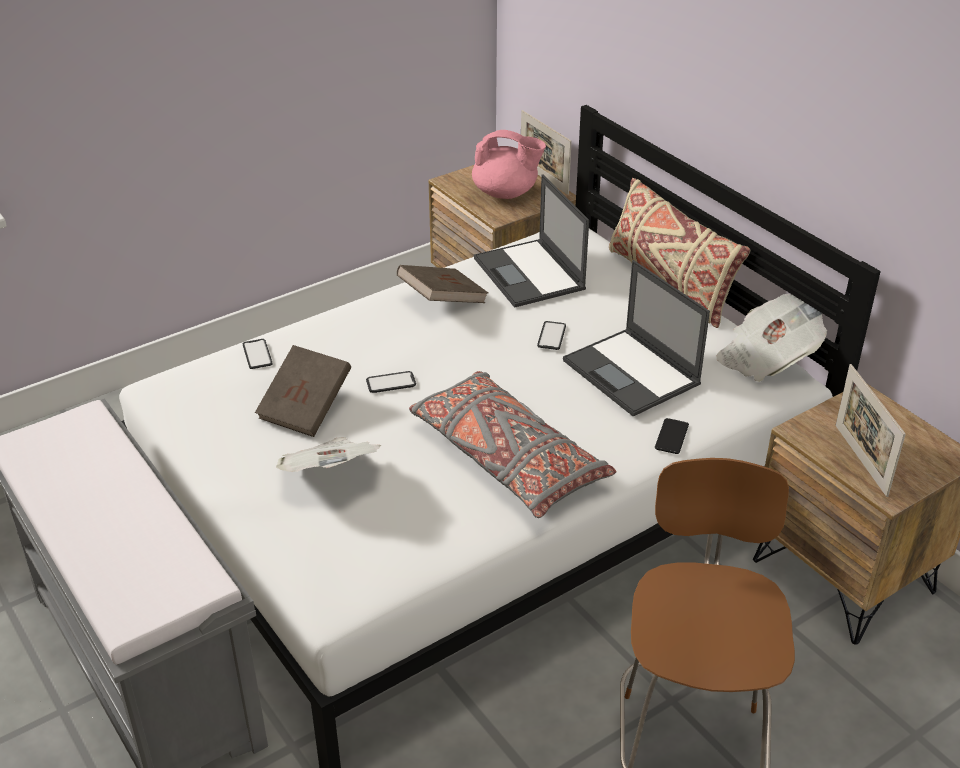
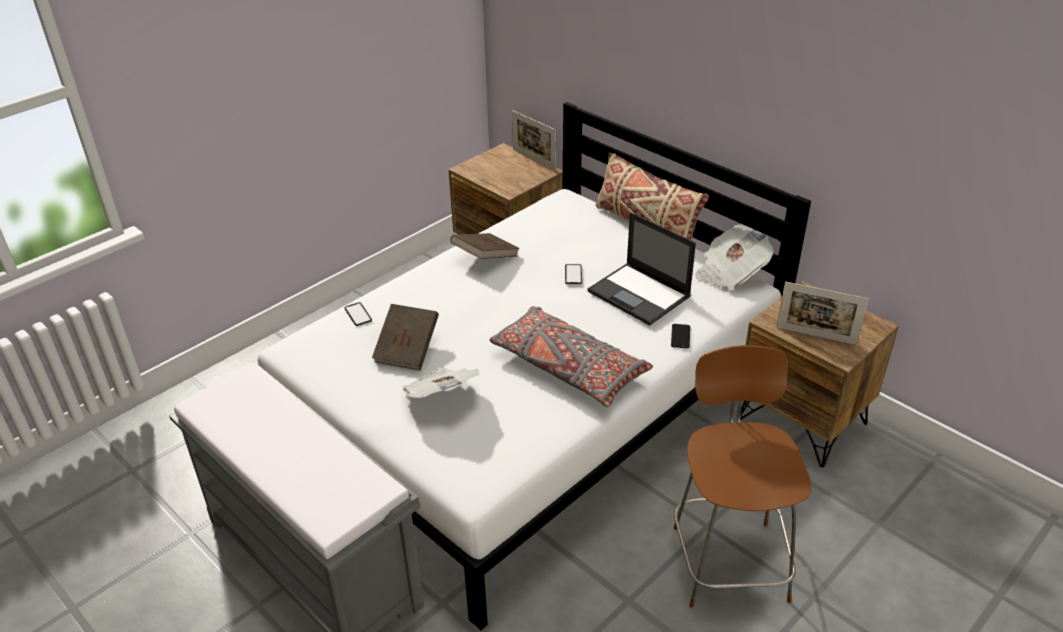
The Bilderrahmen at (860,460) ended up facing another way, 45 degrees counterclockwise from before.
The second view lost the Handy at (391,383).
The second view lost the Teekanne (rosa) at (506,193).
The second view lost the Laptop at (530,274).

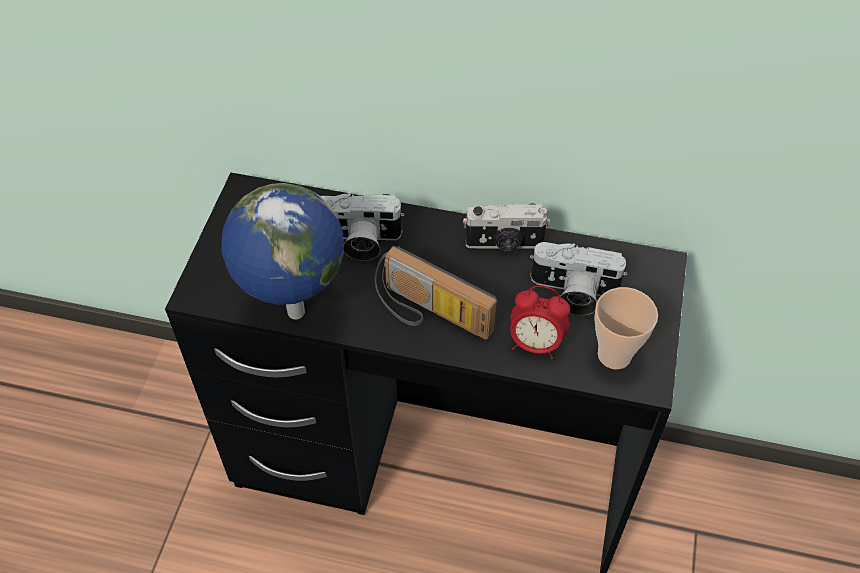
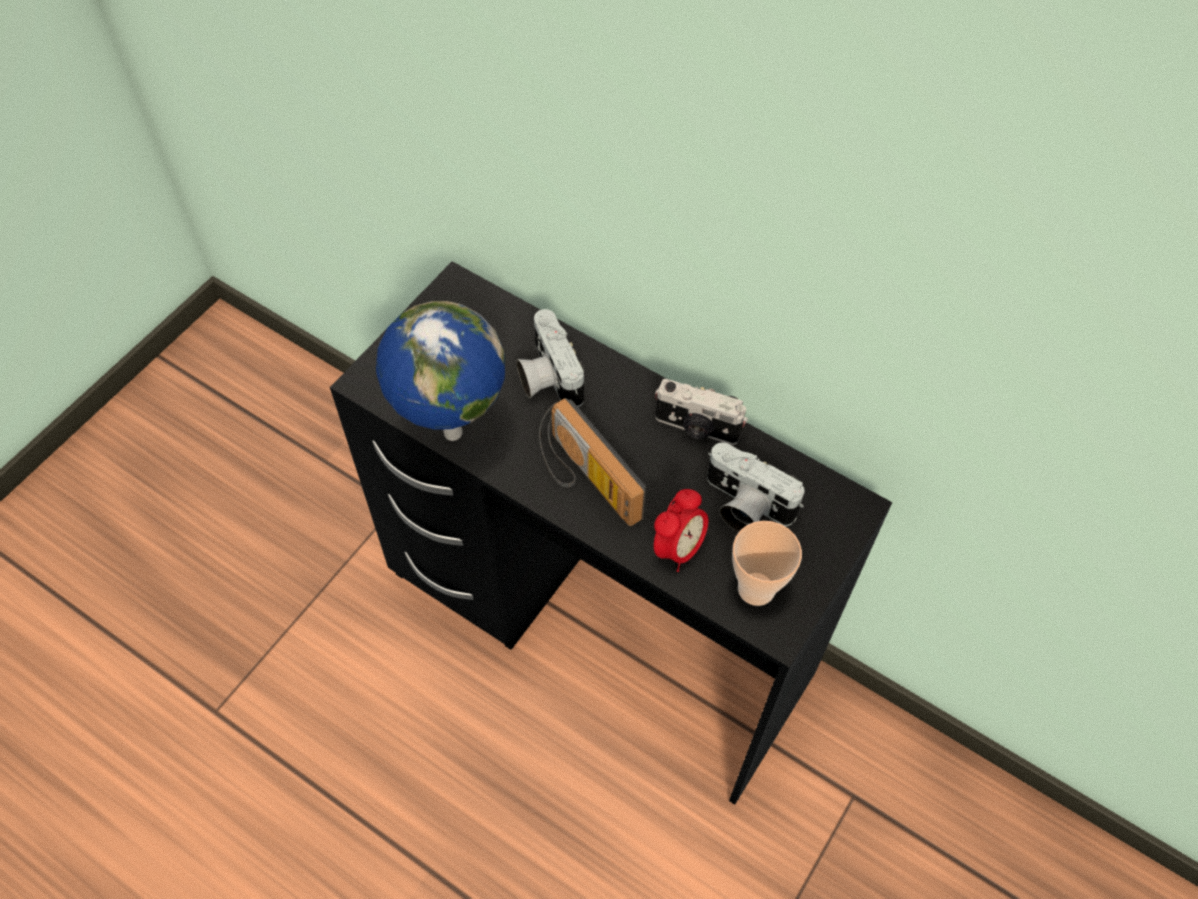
The Kamera at (358,241) ended up facing another way, 45 degrees clockwise from before.
The Wecker at (535,344) ended up facing another way, 90 degrees counterclockwise from before.

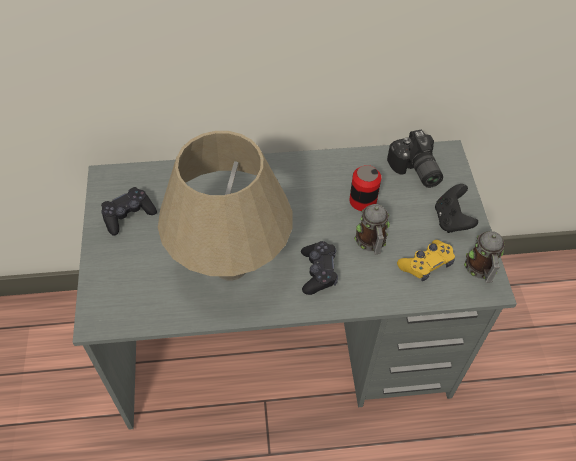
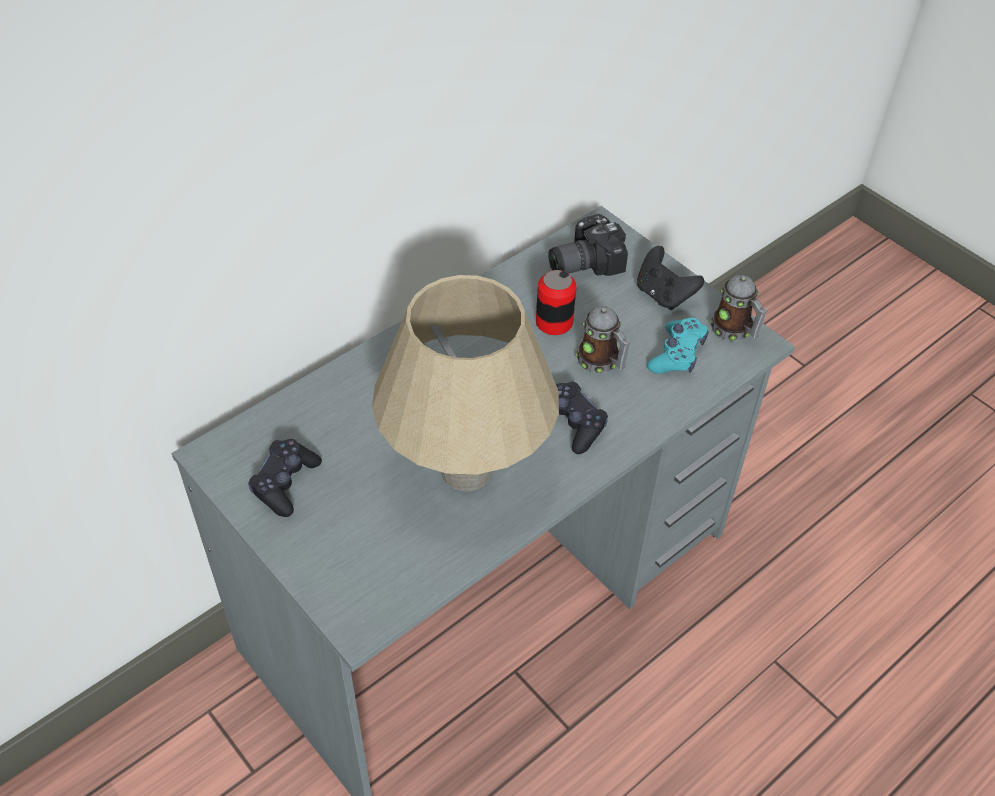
The Kamera at (415,171) ended up facing another way, 120 degrees clockwise from before.
What was the Gamepad (gelb) at (426,264) turned into the Gamepad (türkis) at (677,354).

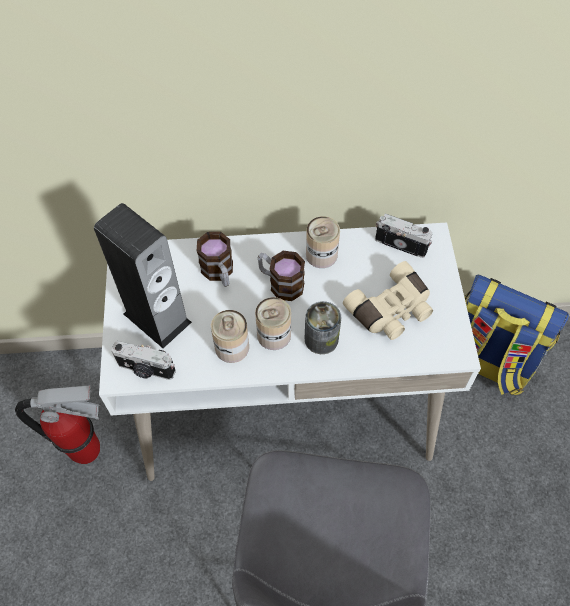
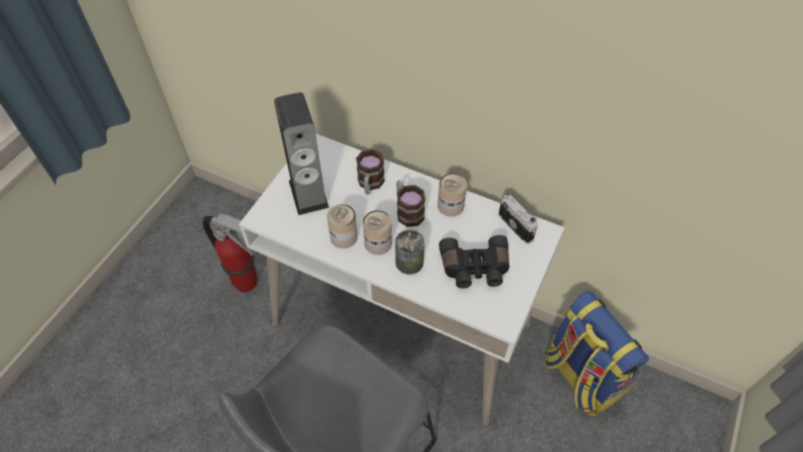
What was the Fernglas (beige) at (391,311) turned into the Fernglas (schwarz) at (474,269).
The second view lost the Kamera at (146,369).

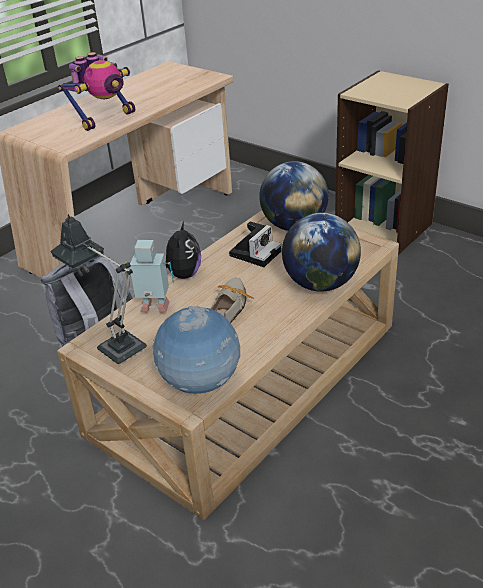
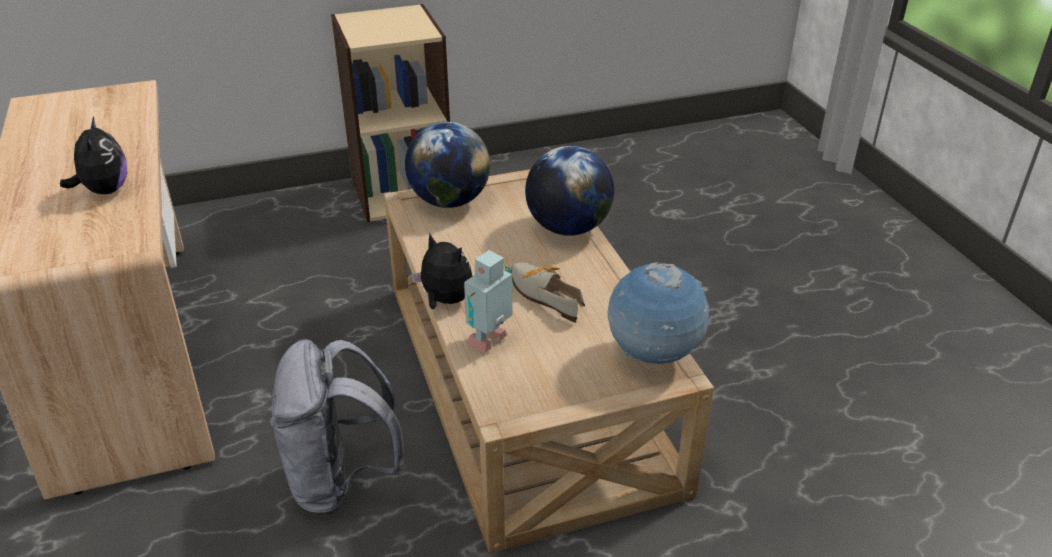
Where the Spielzeugroboter stood at (105,119), the Plüschtier came to stand at (104,191).
The second view lost the Tischlampe at (115,344).
The second view lost the Kamera at (255,252).

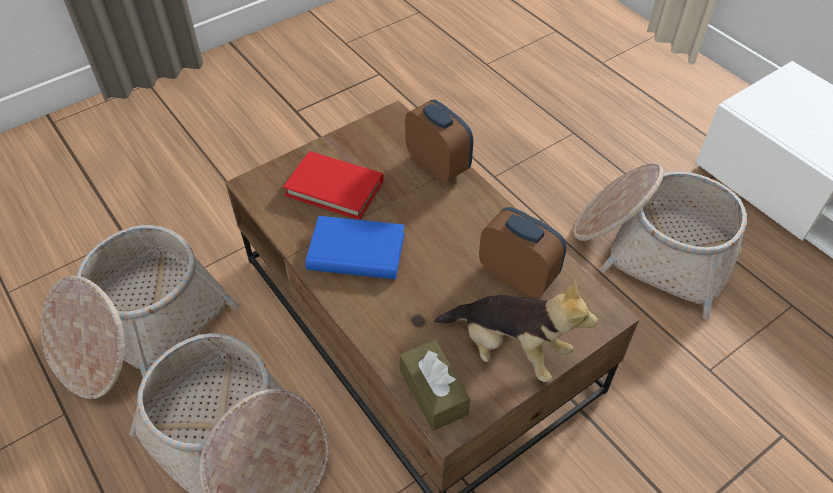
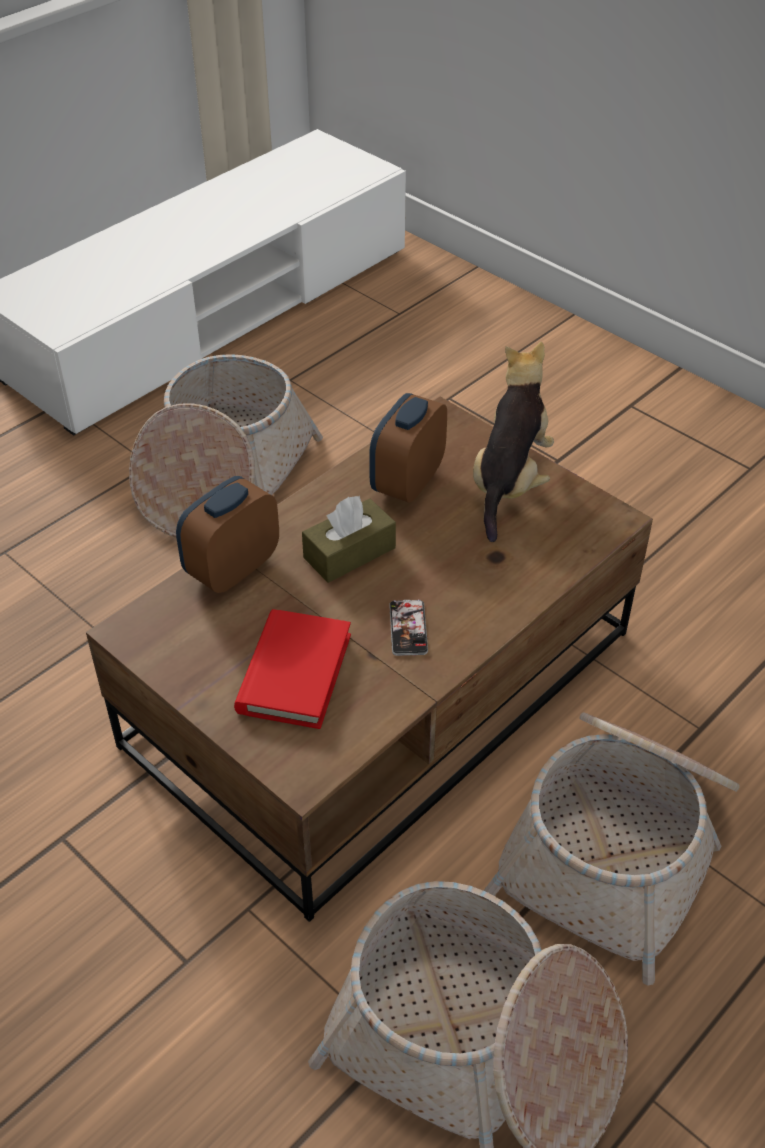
The Taschentuchbox (braun) ended up elsewhere, having gone from (433,392) to (349,553).
Where the Buch (blau) stood at (356,252), the Handy came to stand at (408,628).

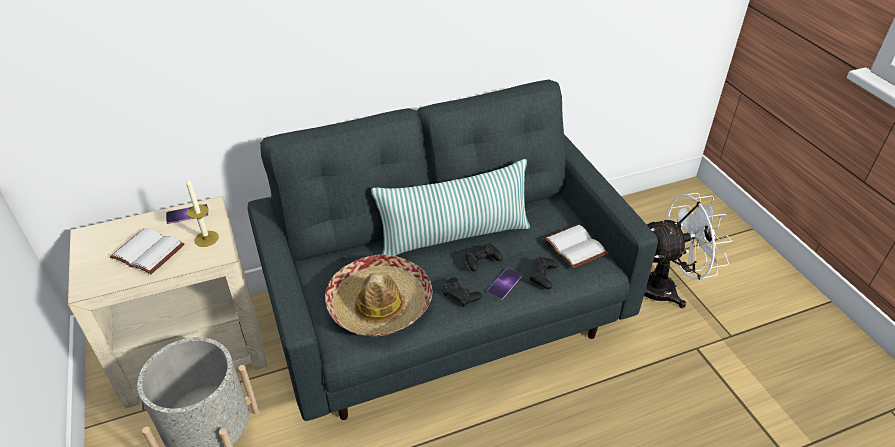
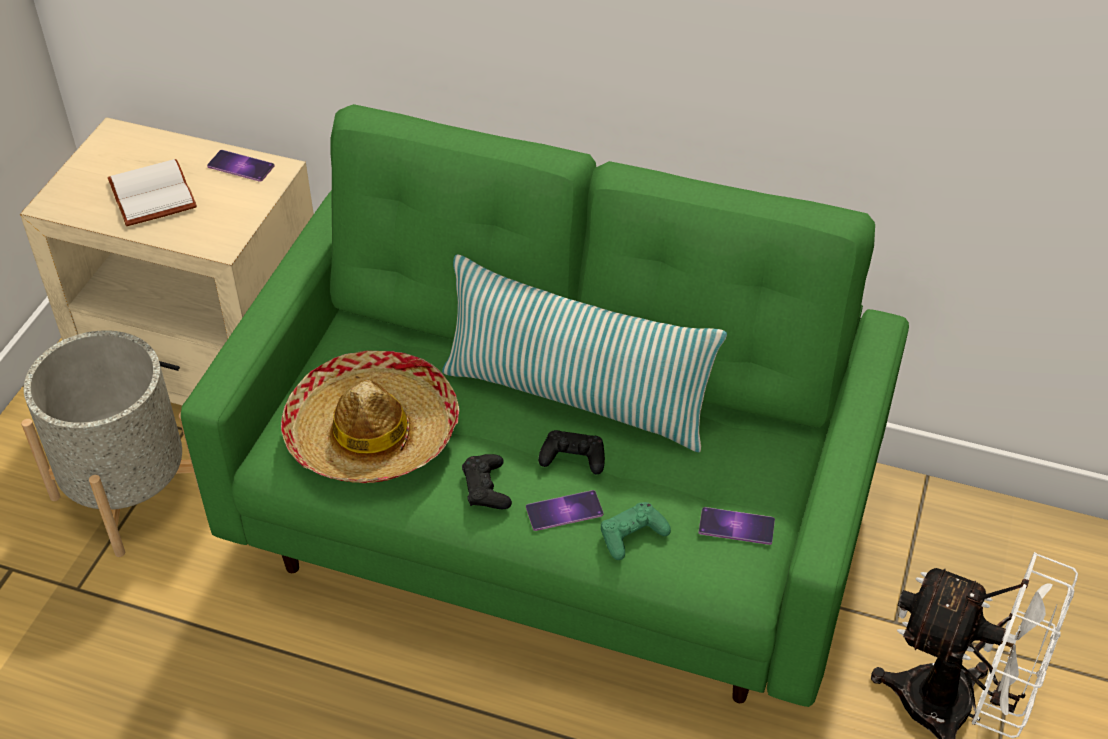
What was the Sofa (grau) at (448,318) turned into the Sofa (grün) at (556,528).
What was the Gamepad (schwarz) at (543,276) turned into the Gamepad (grün) at (632,535).
Where the Buch (weiß) stood at (576,247), the Handy came to stand at (736,526).
The second view lost the Kerze at (206,238).

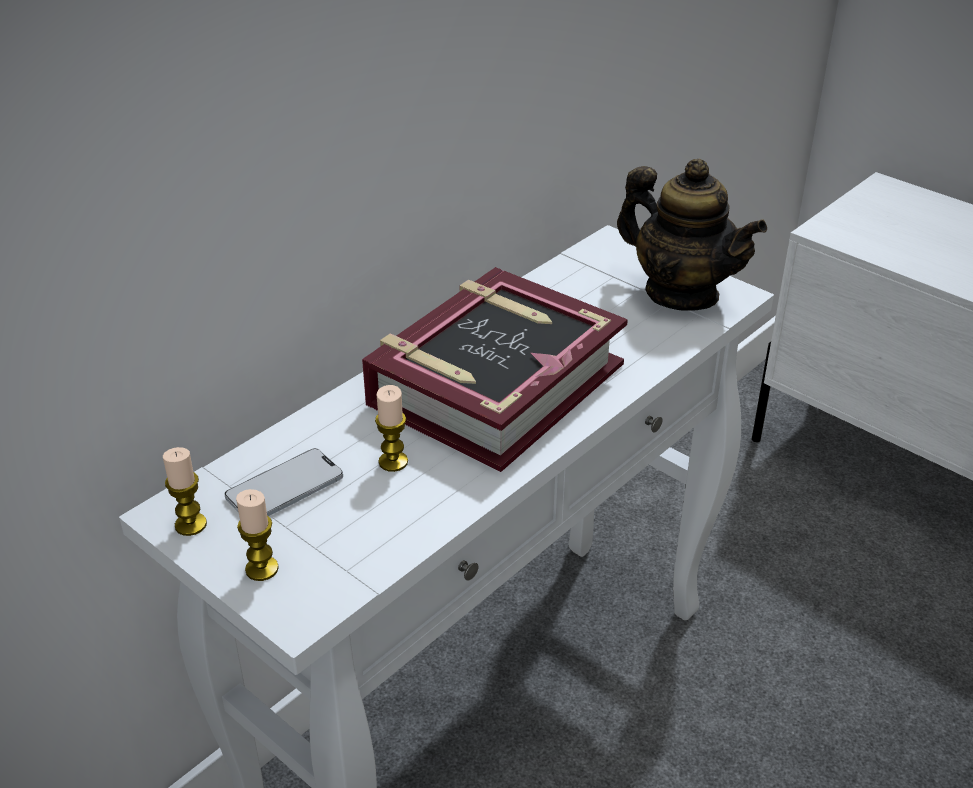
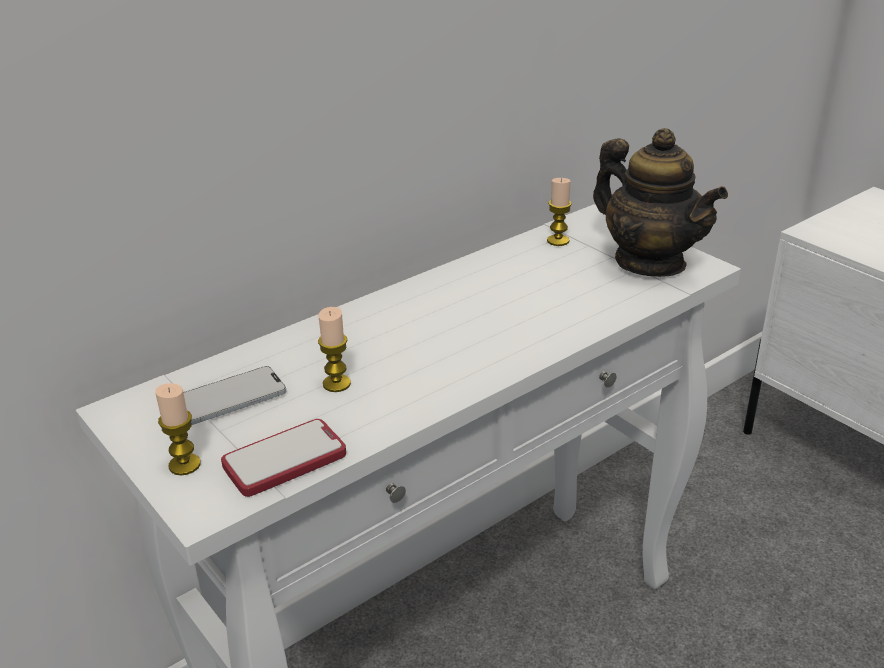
The second view gained the Handy at (284,460).
The Kerze ended up elsewhere, having gone from (191,524) to (558,241).
The second view lost the Buch at (495,384).

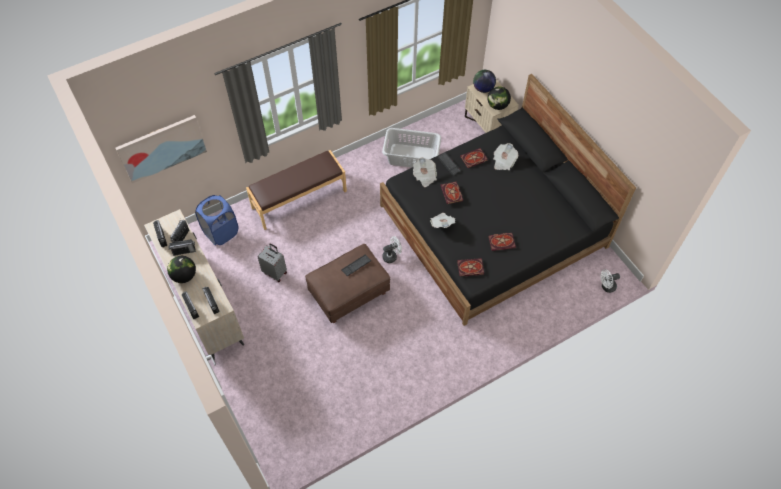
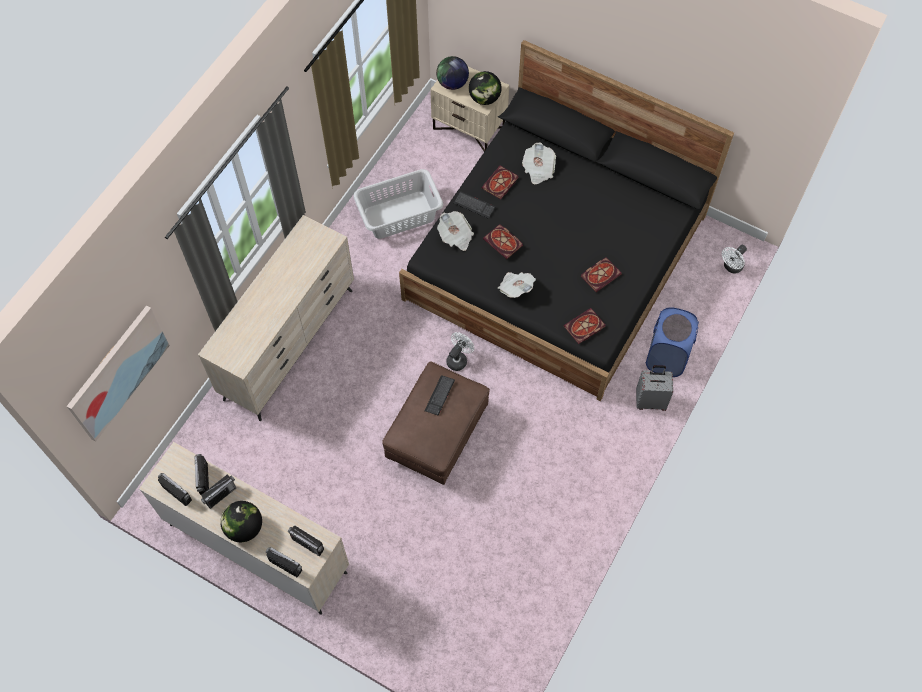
Where the Bank (braun) stood at (299,199), the Kommode (beige) came to stand at (290,344).
The Koffer (grau) ended up elsewhere, having gone from (275,272) to (650,400).
The Wäschekorb (blau) ended up elsewhere, having gone from (221,232) to (666,357).

